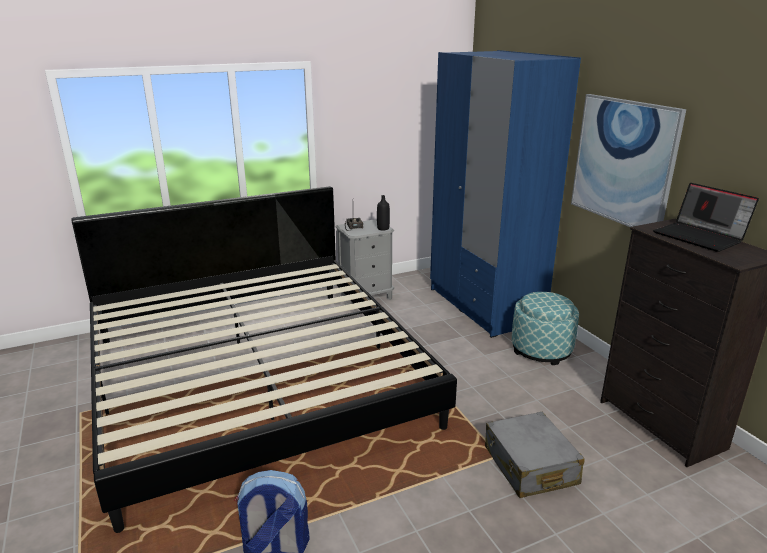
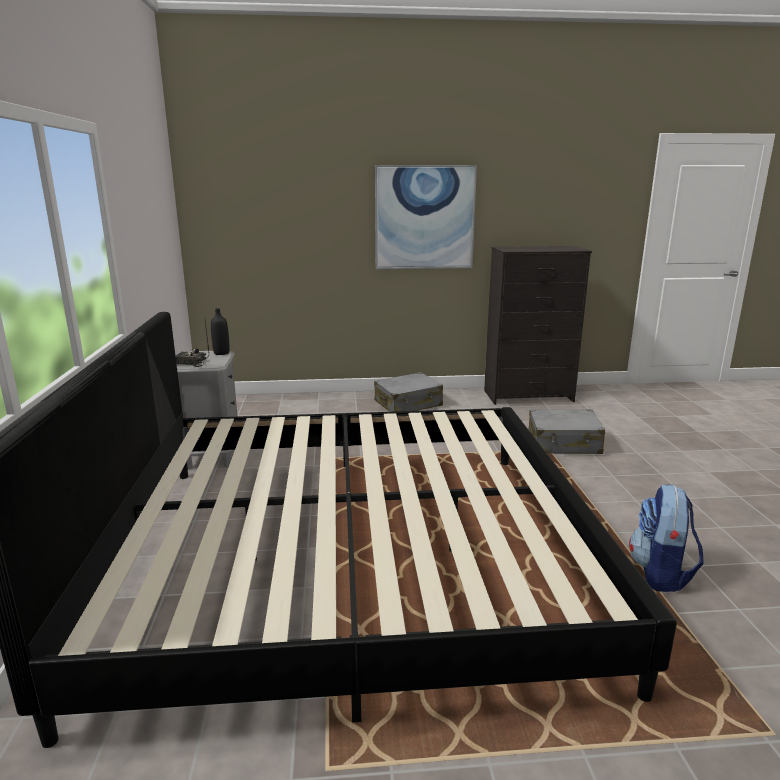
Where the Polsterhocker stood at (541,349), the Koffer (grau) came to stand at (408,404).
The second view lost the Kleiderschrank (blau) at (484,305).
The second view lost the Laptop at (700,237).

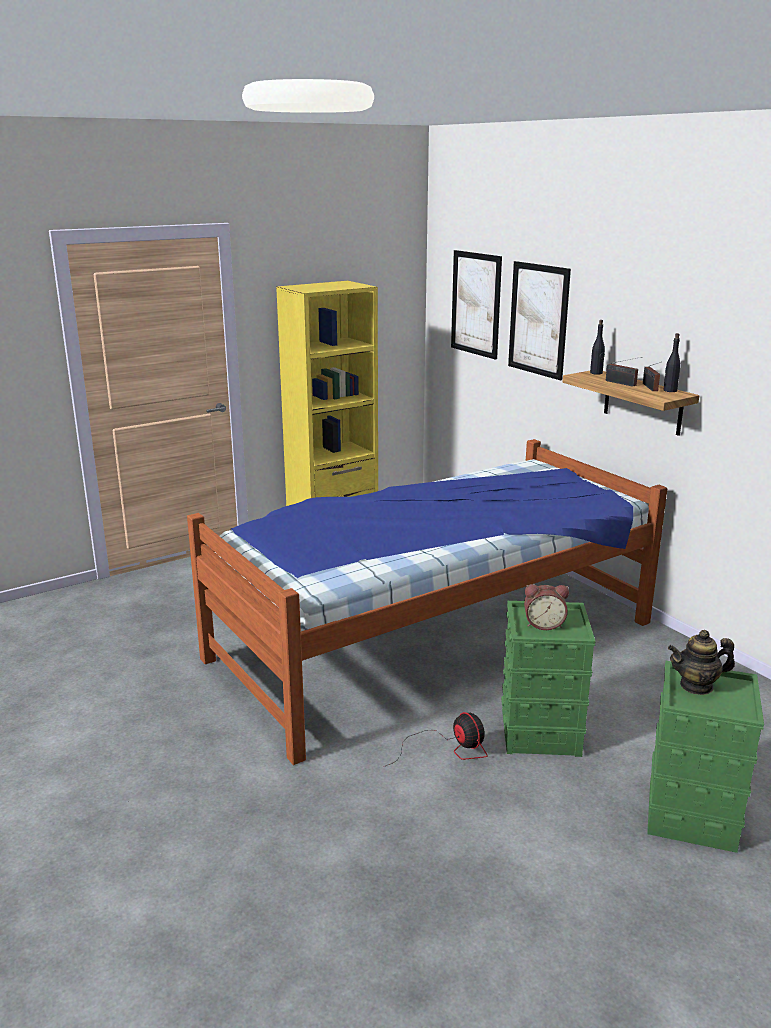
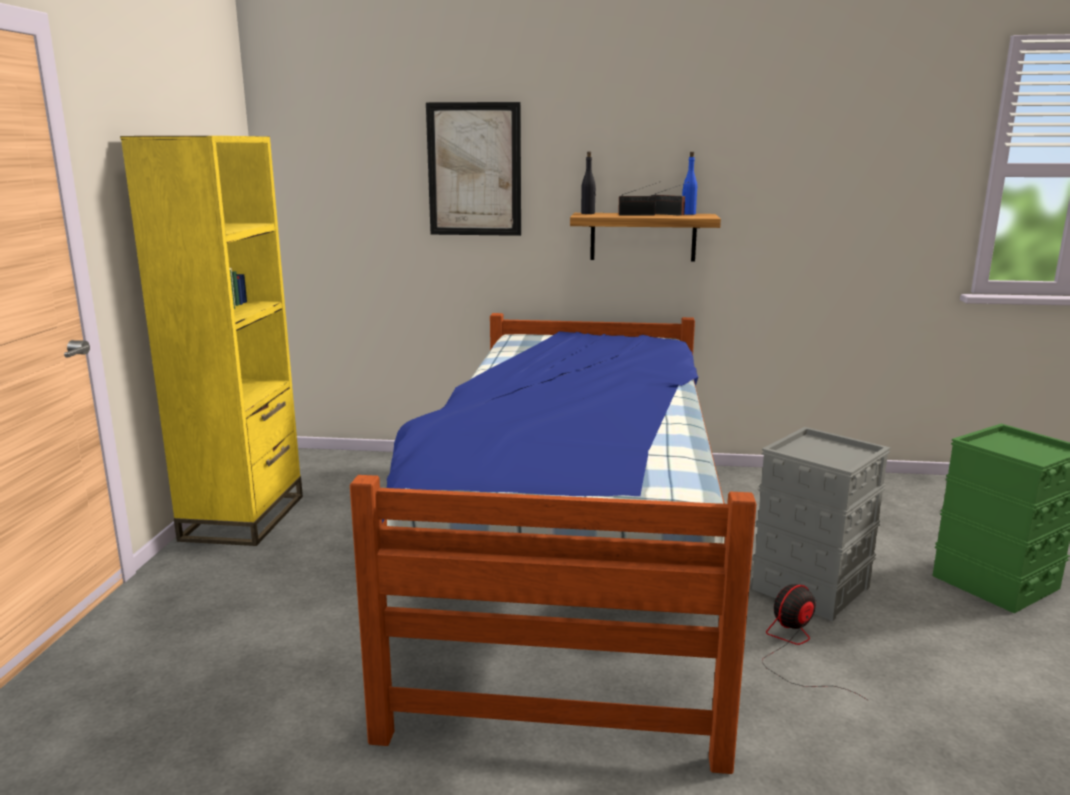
What was the Flasche (schwarz) at (670,390) turned into the Flasche (blau) at (688,214).
What was the Aufbewahrungsbox (grün) at (541,732) turned into the Aufbewahrungsbox (grau) at (810,587).
The Ventilator at (448,749) ended up facing another way, 45 degrees counterclockwise from before.
The second view lost the Bild at (476,304).
The second view lost the Wecker at (543,624).
The second view lost the Teekanne at (696,686).

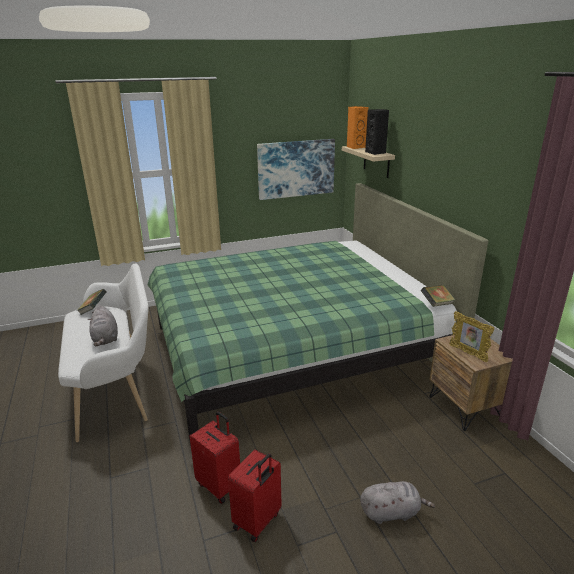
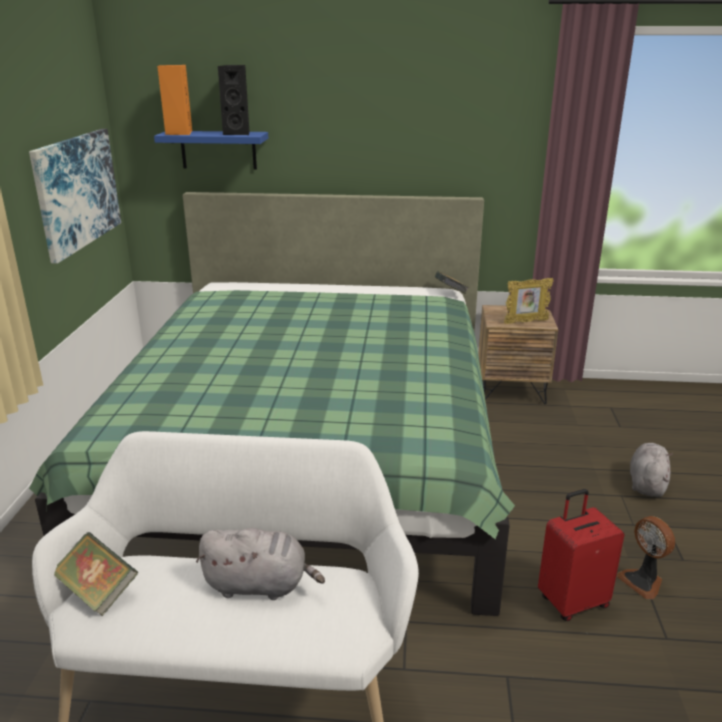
What was the Wandregal (beige) at (376,161) turned into the Wandregal (blau) at (218,150).
Where the Koffer (rot) stood at (258,521), the Ventilator came to stand at (643,581).

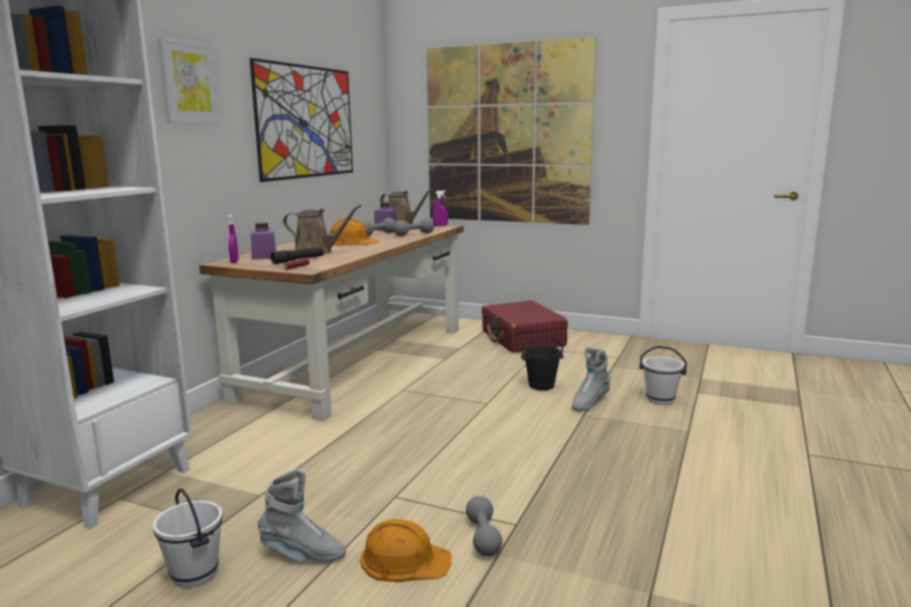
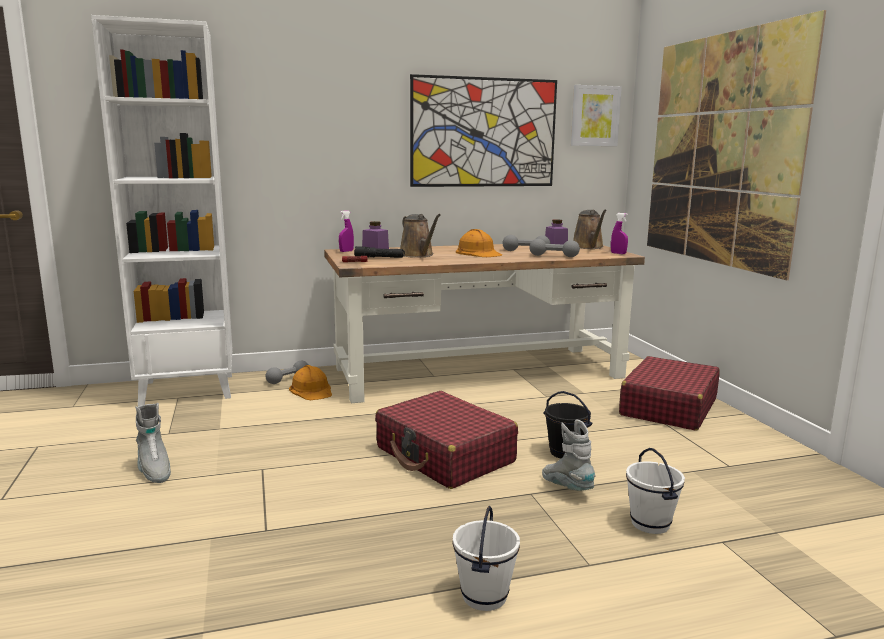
The Hantel (grau) ended up elsewhere, having gone from (483,537) to (288,379).
The Schutzhelm (orange) ended up elsewhere, having gone from (404,560) to (312,390).
The second view gained the Koffer (rot) at (445,455).
The Eimer (weiß) ended up elsewhere, having gone from (194,574) to (483,596).
The Stiefel (grau) at (589,403) ended up facing another way, 60 degrees clockwise from before.
The Bild ended up elsewhere, having gone from (188,82) to (595,116).

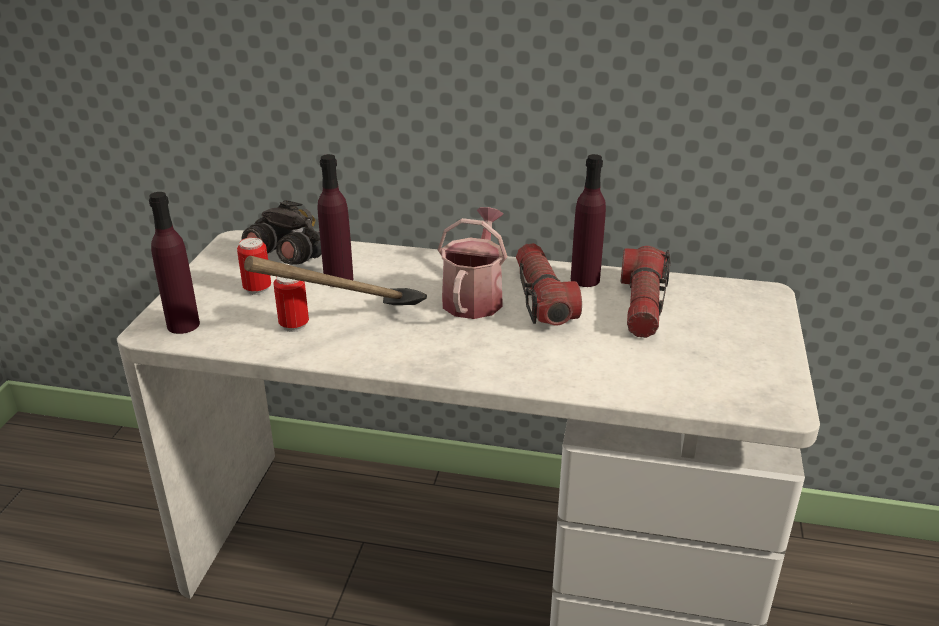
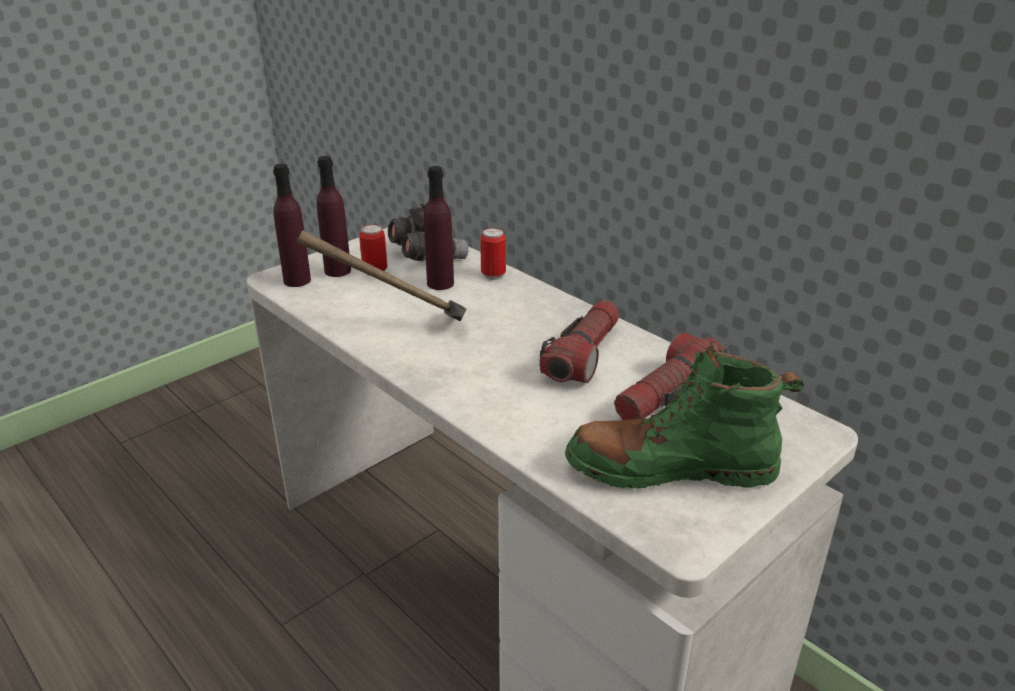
The Flasche (lila) ended up elsewhere, having gone from (585,279) to (337,271).
The Dose ended up elsewhere, having gone from (294,325) to (493,275).
The second view gained the Stiefel (grün) at (671,469).
The second view lost the Gießkanne at (474,297).

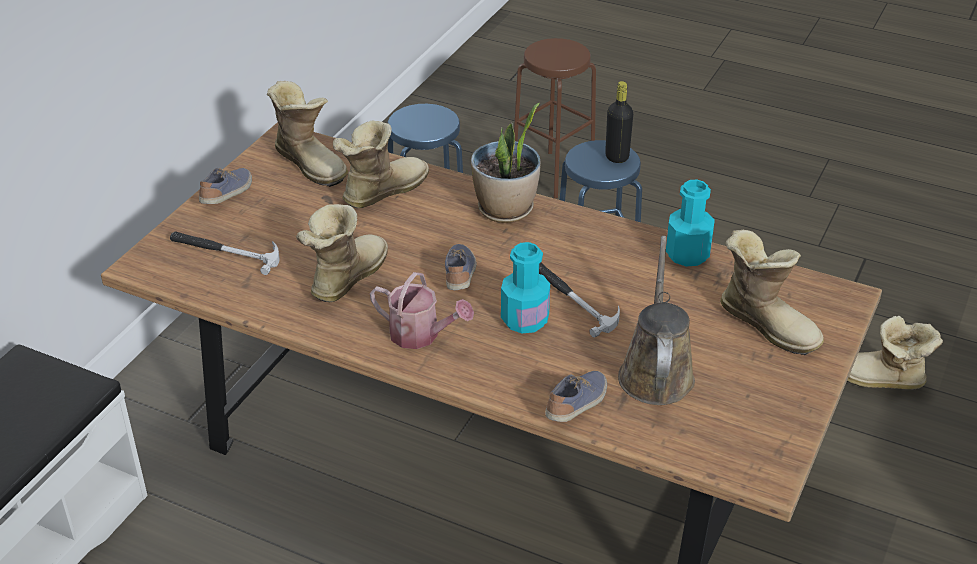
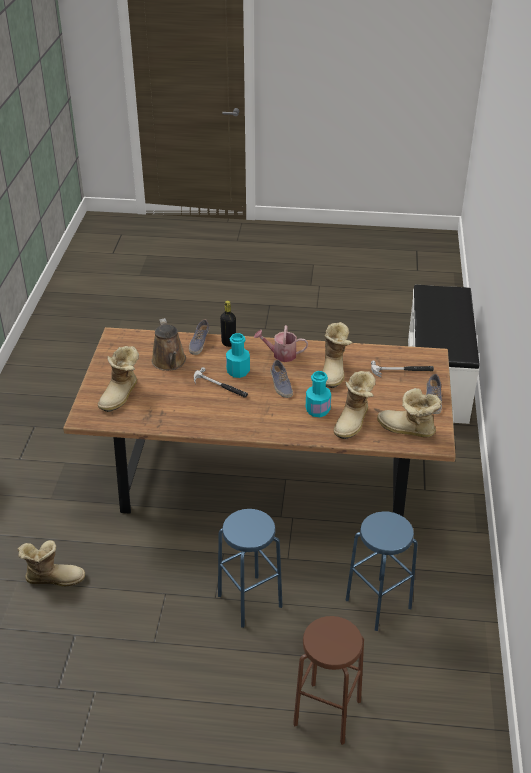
The Stiefel at (768,323) ended up facing another way, 90 degrees counterclockwise from before.
The Flasche (schwarz) ended up elsewhere, having gone from (617,157) to (228,343).
The Flasche (türkis) ended up elsewhere, having gone from (687,254) to (317,410).
The second view lost the Topfpflanze at (506,210).

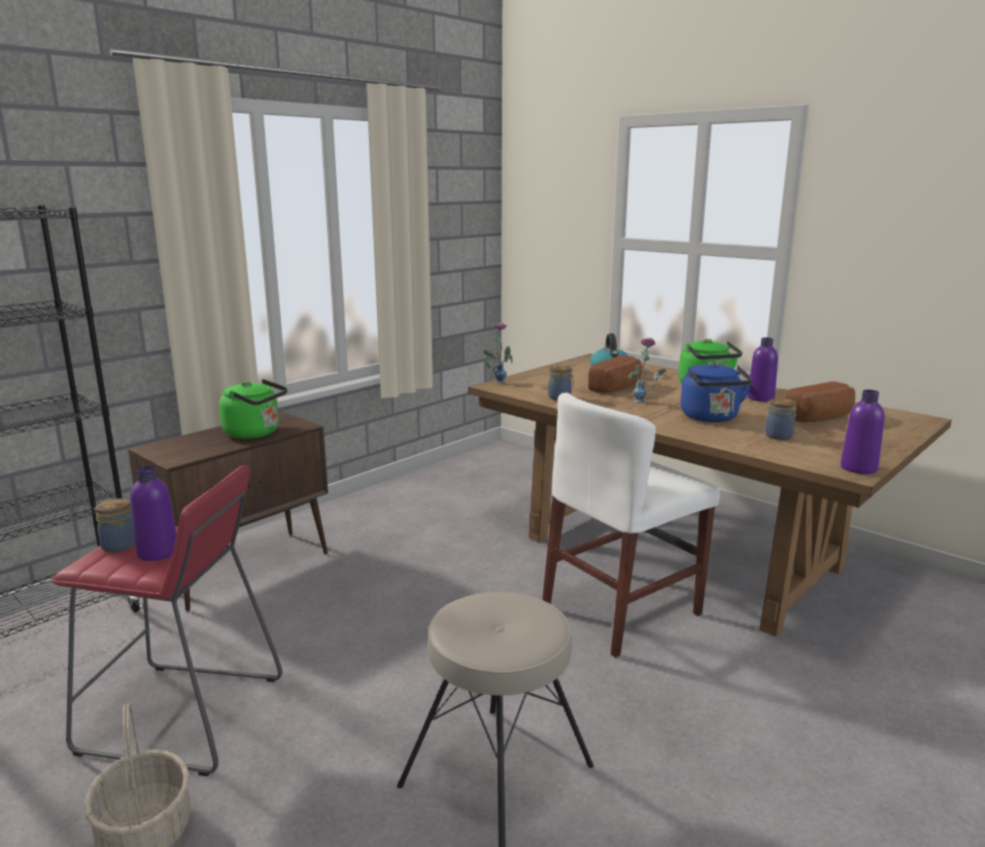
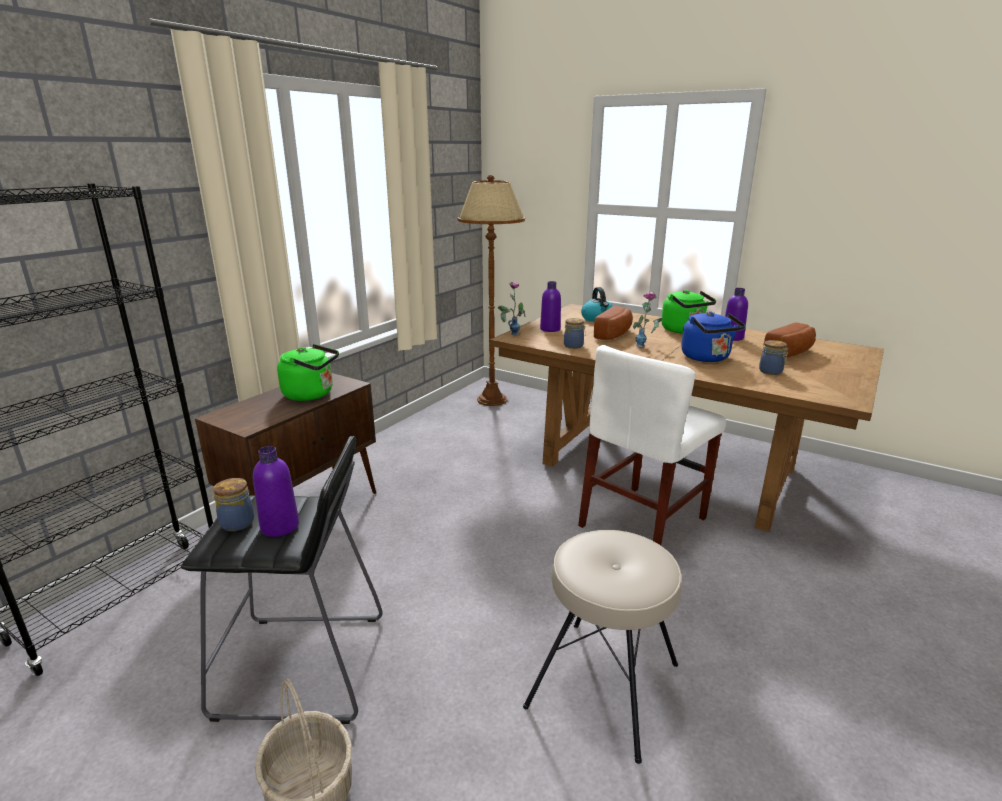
What was the Hocker (rot) at (182,716) turned into the Hocker (schwarz) at (302,666).
The second view gained the Stehlampe (braun) at (492,400).
The Flasche (lila) ended up elsewhere, having gone from (858,468) to (550,329).

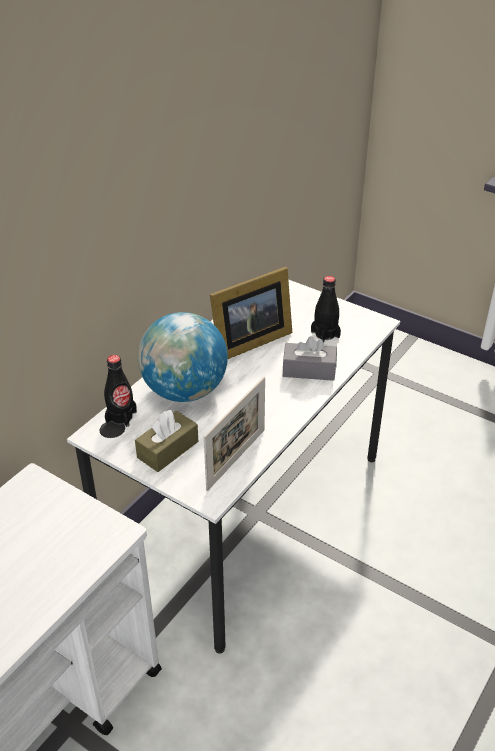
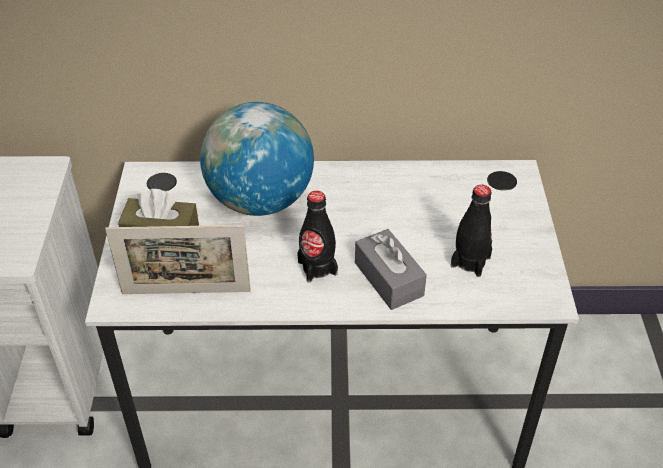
The Flasche (schwarz) ended up elsewhere, having gone from (121,417) to (317,267).
The second view lost the Bilderrahmen at (247,342).

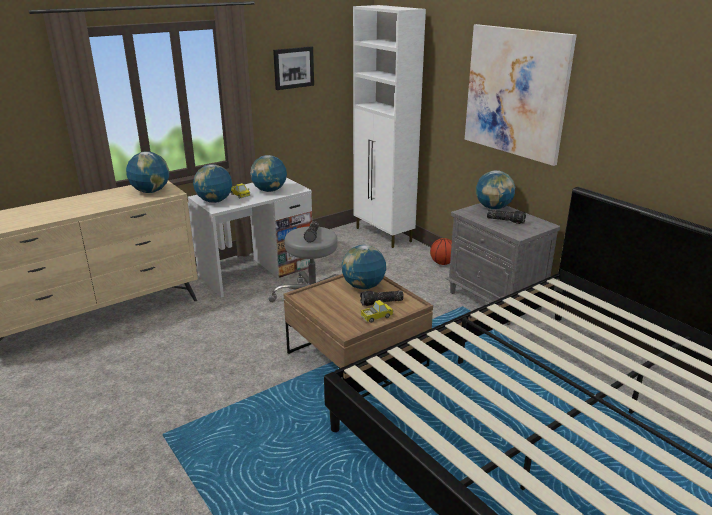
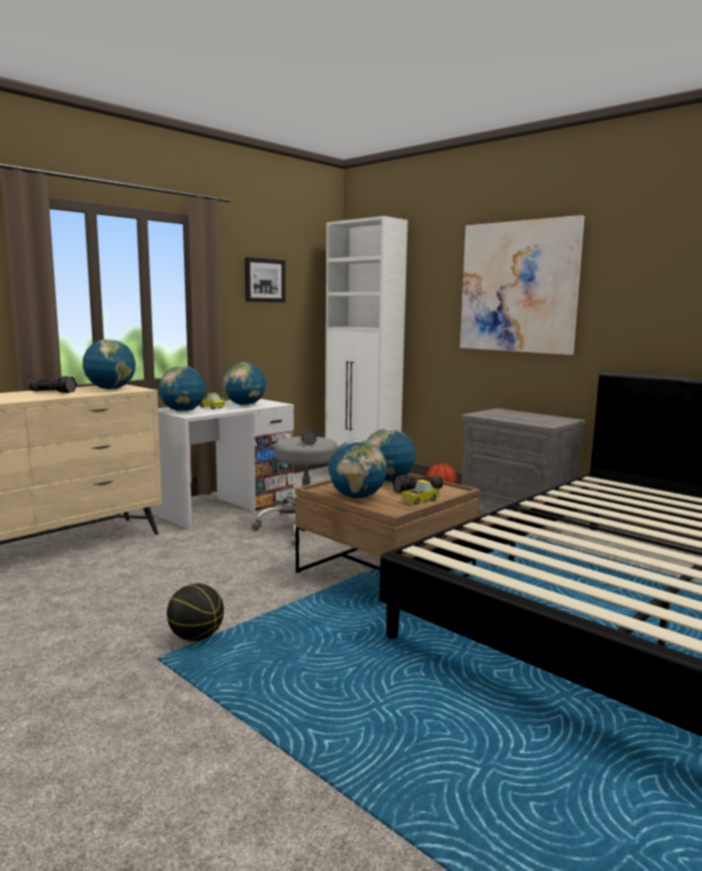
The Taschenlampe ended up elsewhere, having gone from (506,221) to (53,392).
The second view gained the Basketball at (196,637).
The Globus ended up elsewhere, having gone from (493,208) to (357,497).

